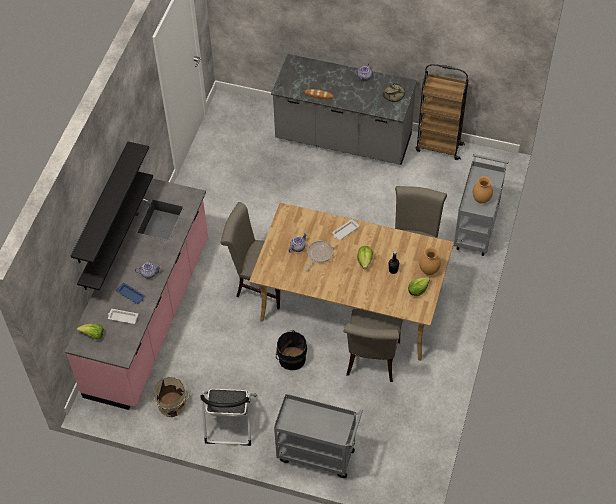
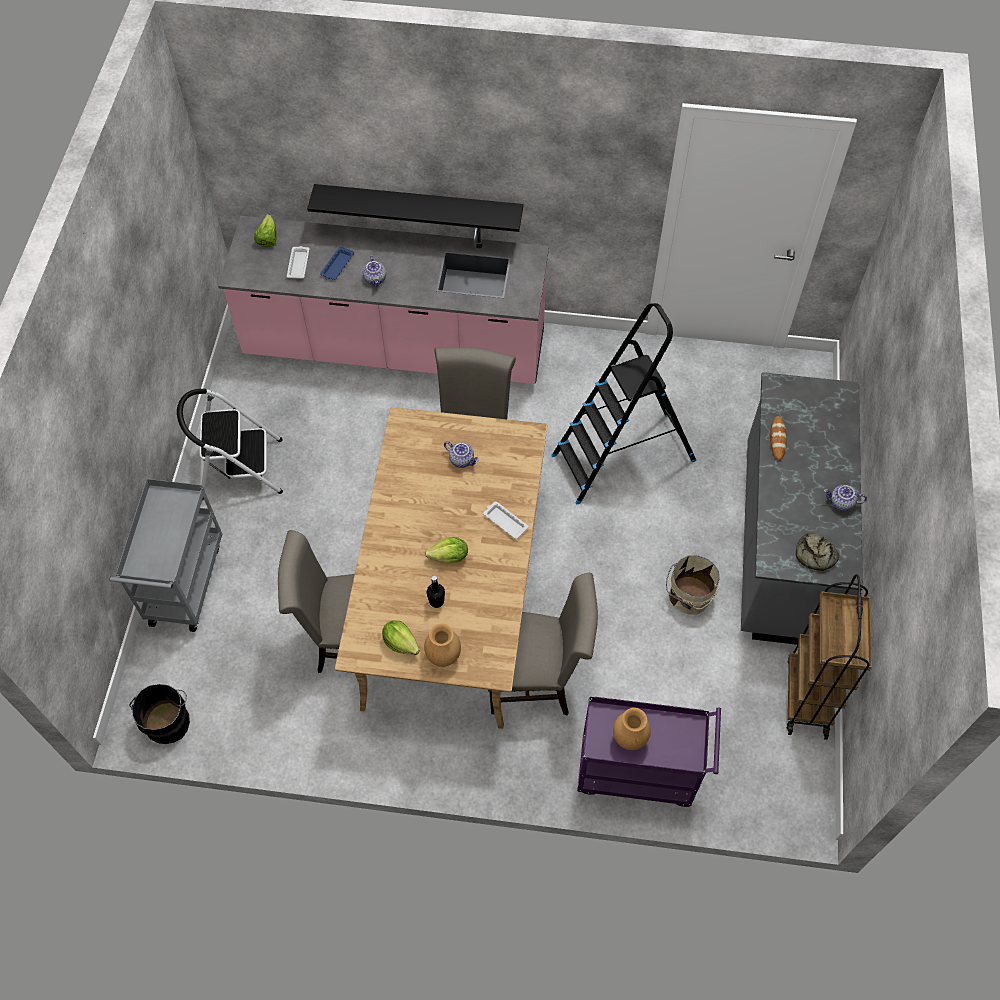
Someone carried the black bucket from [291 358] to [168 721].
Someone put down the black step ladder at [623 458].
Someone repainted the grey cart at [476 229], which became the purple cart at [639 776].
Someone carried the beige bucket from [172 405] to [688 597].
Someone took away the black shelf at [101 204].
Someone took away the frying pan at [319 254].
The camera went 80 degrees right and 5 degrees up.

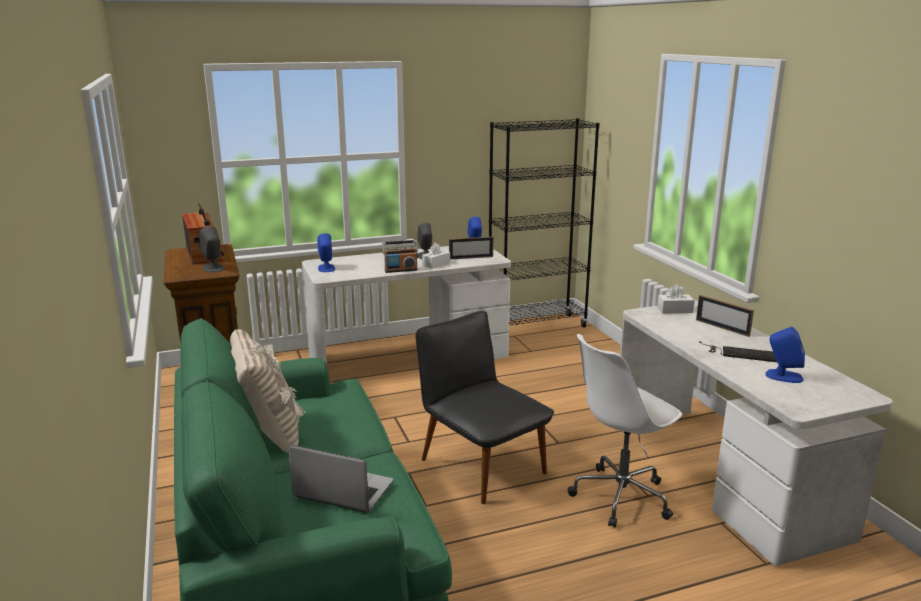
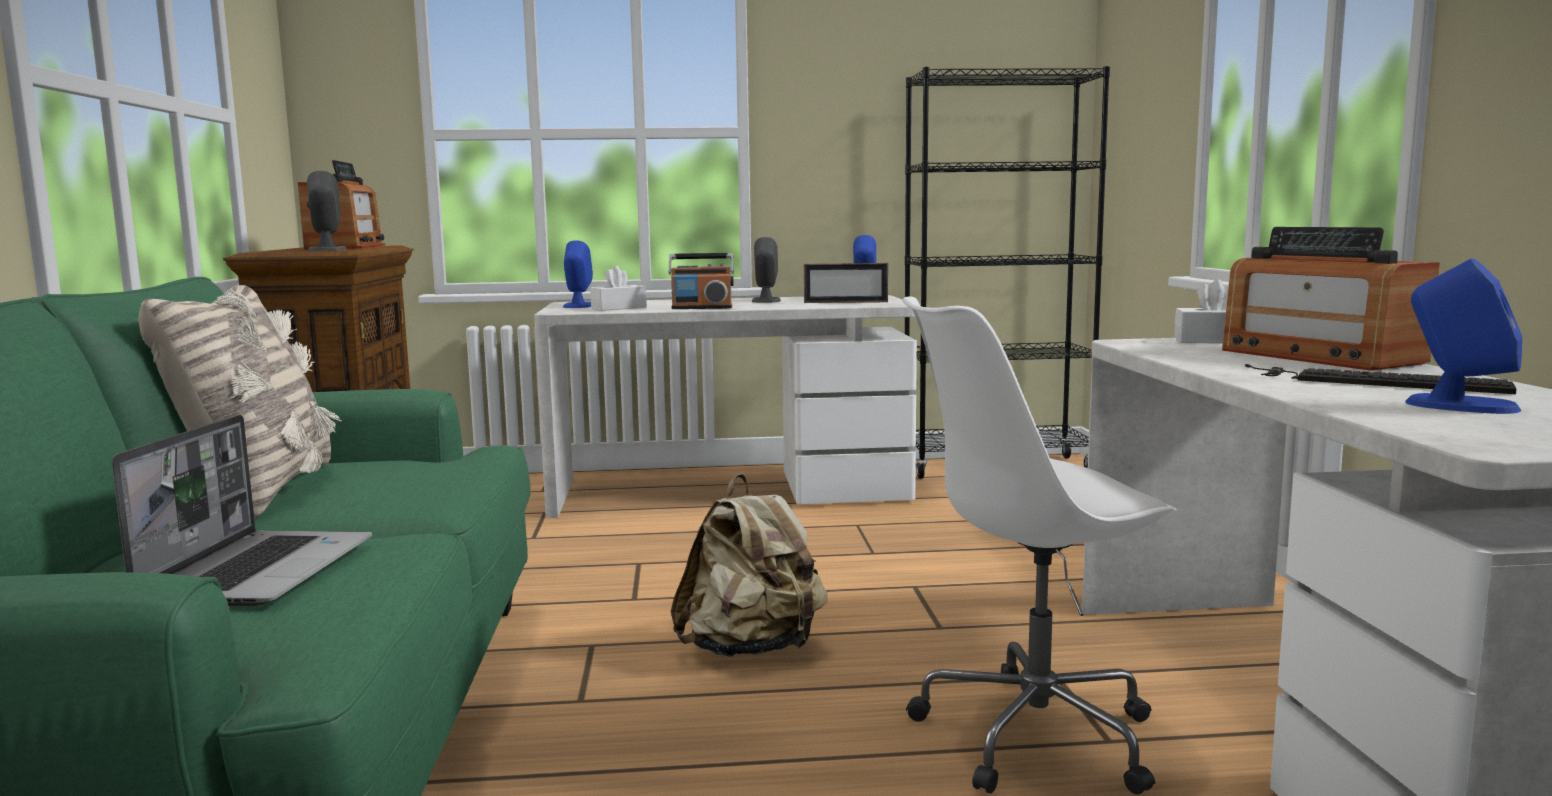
Someone rotated the laptop at [342 490] by 60 degrees clockwise.
Someone carried the white tissue box from [436 264] to [619 308].
Someone swapped the black chair at [483 466] for the beige backpack at [751 649].
Someone swapped the picture frame at [722 328] for the radio at [1319 356].
The camera went 15 degrees right and 10 degrees down.

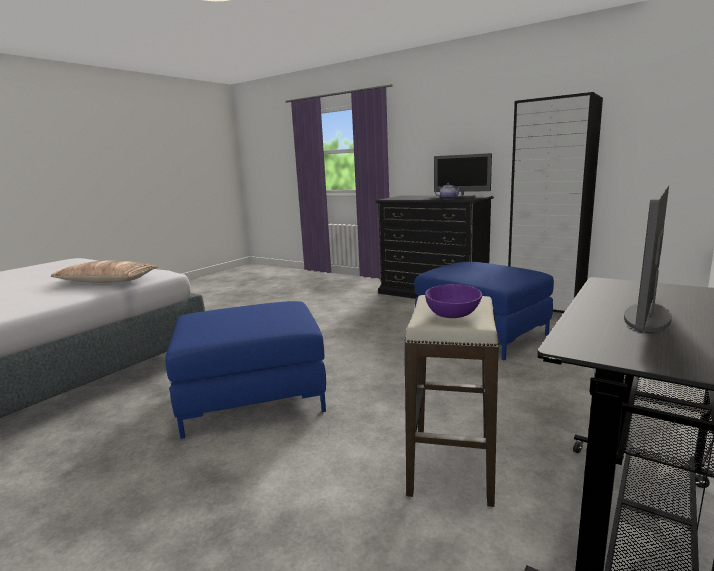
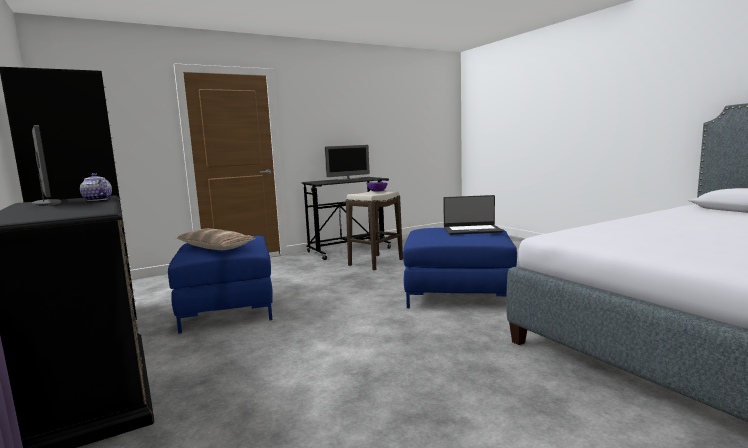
Someone carried the pillow from [106 281] to [215 247].
Someone put down the laptop at [472 230].
The camera went 155 degrees left and 5 degrees down.

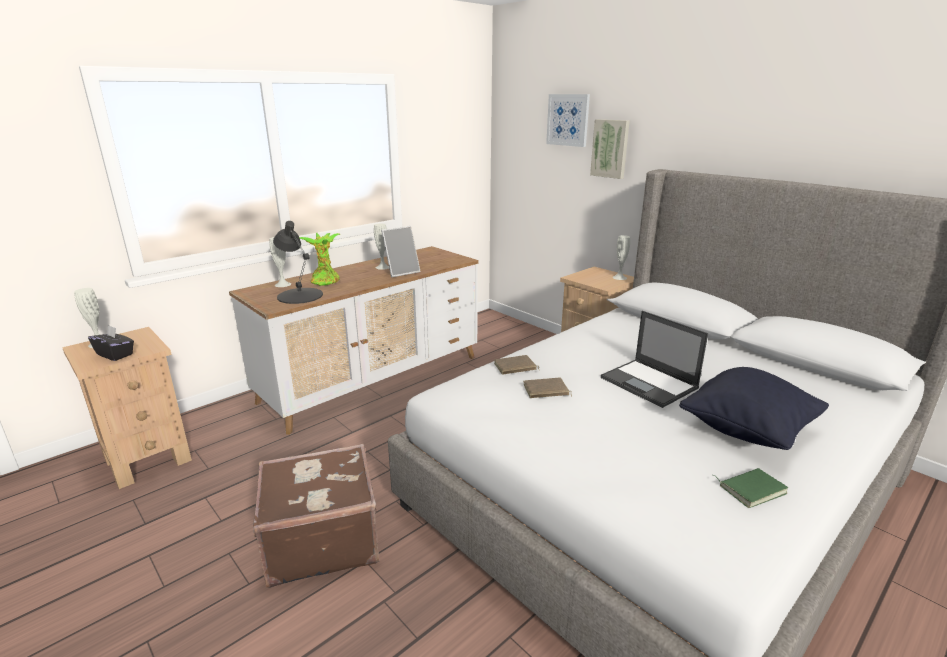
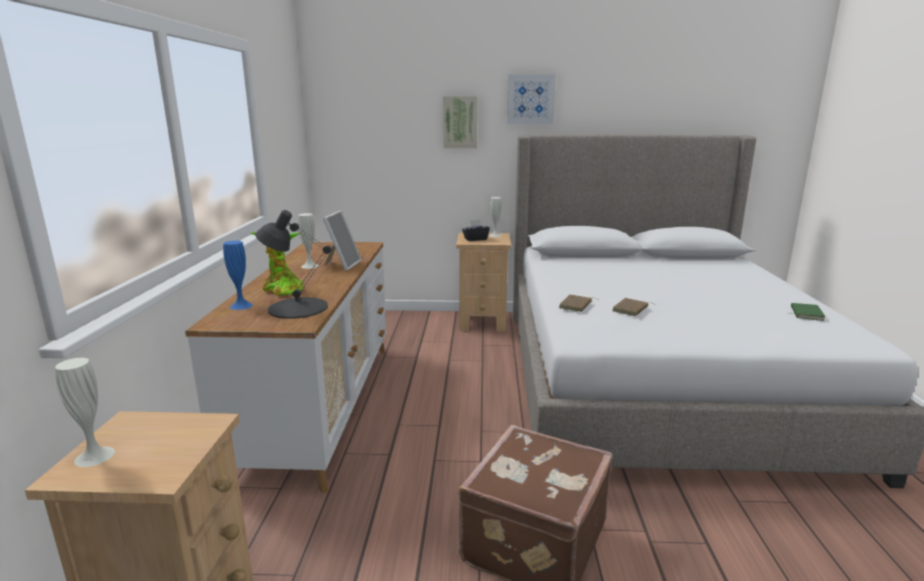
Someone repainted the white vase at [282 284], which became the blue vase at [241 306].
Someone carried the black tissue box from [115 354] to [475 239].
Someone carried the picture from [568 120] to [530 99].
Someone took away the laptop at [650 383].
Someone took away the black pillow at [747 431].
The camera went 45 degrees left and 5 degrees down.

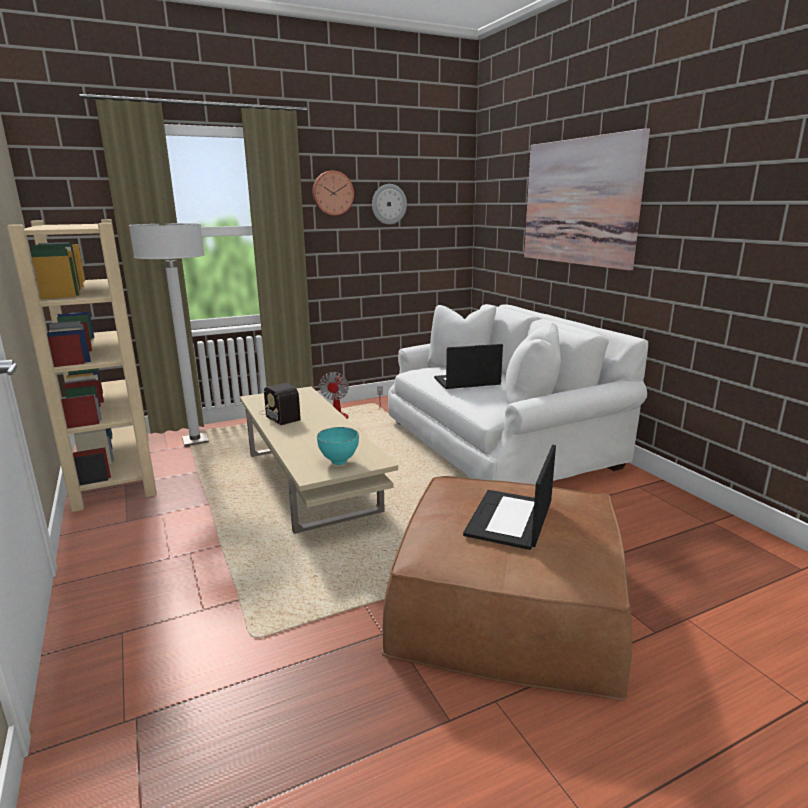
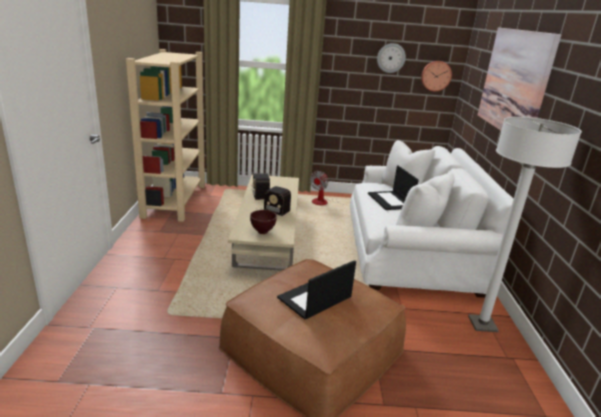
Someone repainted the turquoise bowl at [338 462], which became the brown bowl at [262 232].
Someone put down the radio at [271 208].
Someone rotated the laptop at [466 381] by 120 degrees counterclockwise.
Someone carried the wall clock from [332 193] to [435 76].
Someone carried the white floor lamp from [195 441] to [482 324].
The camera went 25 degrees right and 5 degrees up.

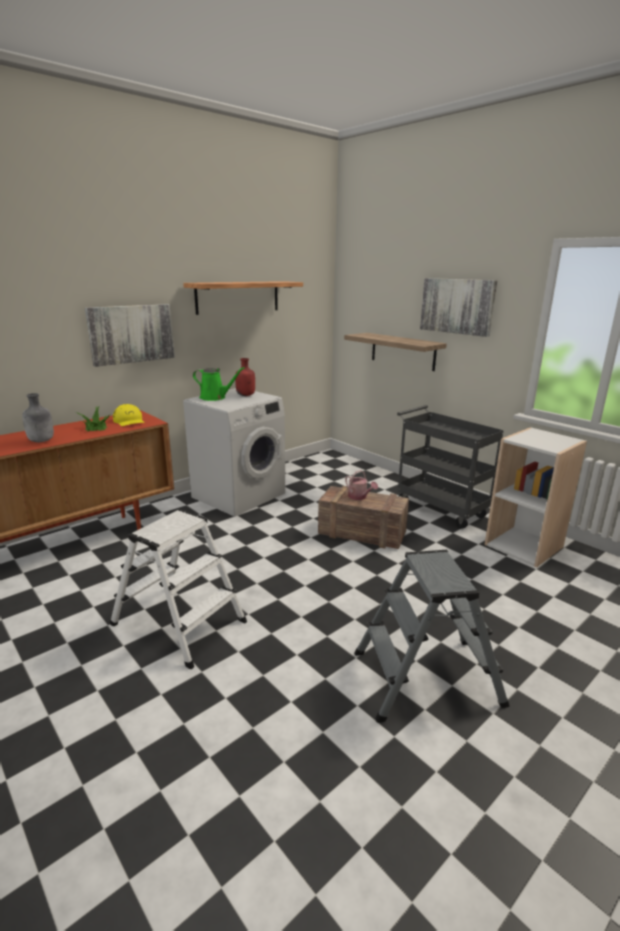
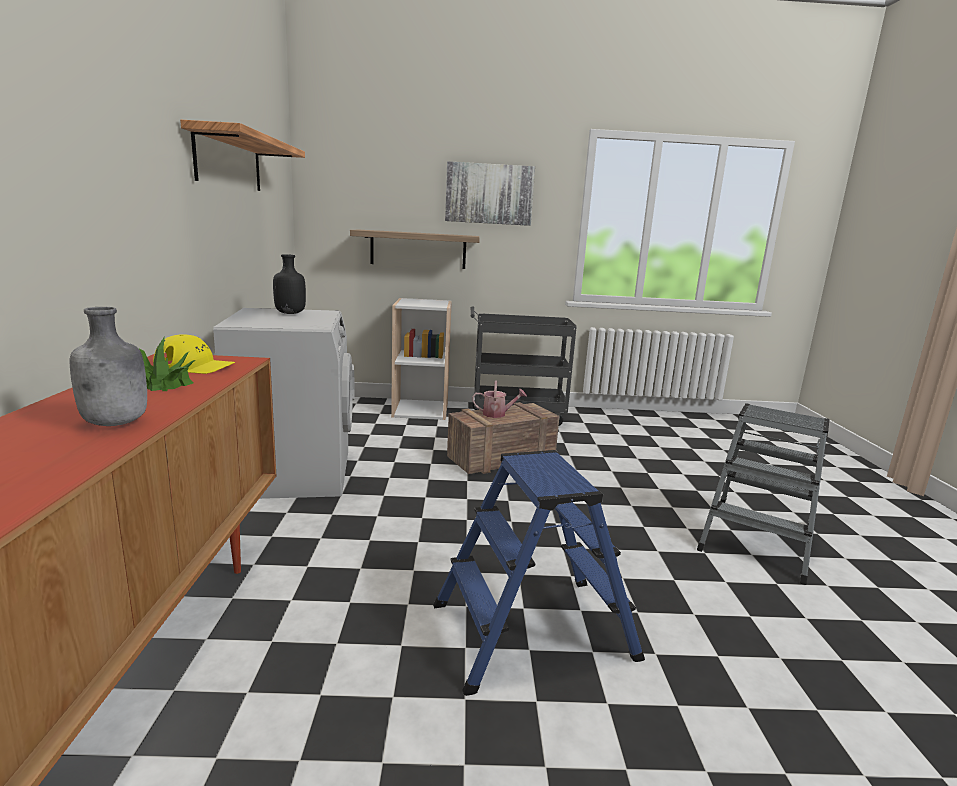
Someone repainted the red bottle at [246 395], which became the black bottle at [290 313].
Someone carried the bookcase from [524 546] to [421 410].
Someone repainted the white step ladder at [178 622], which became the blue step ladder at [533 631].
Someone took away the picture at [131 334].
Someone took away the green watering can at [215 397].
The camera went 50 degrees left and 5 degrees down.

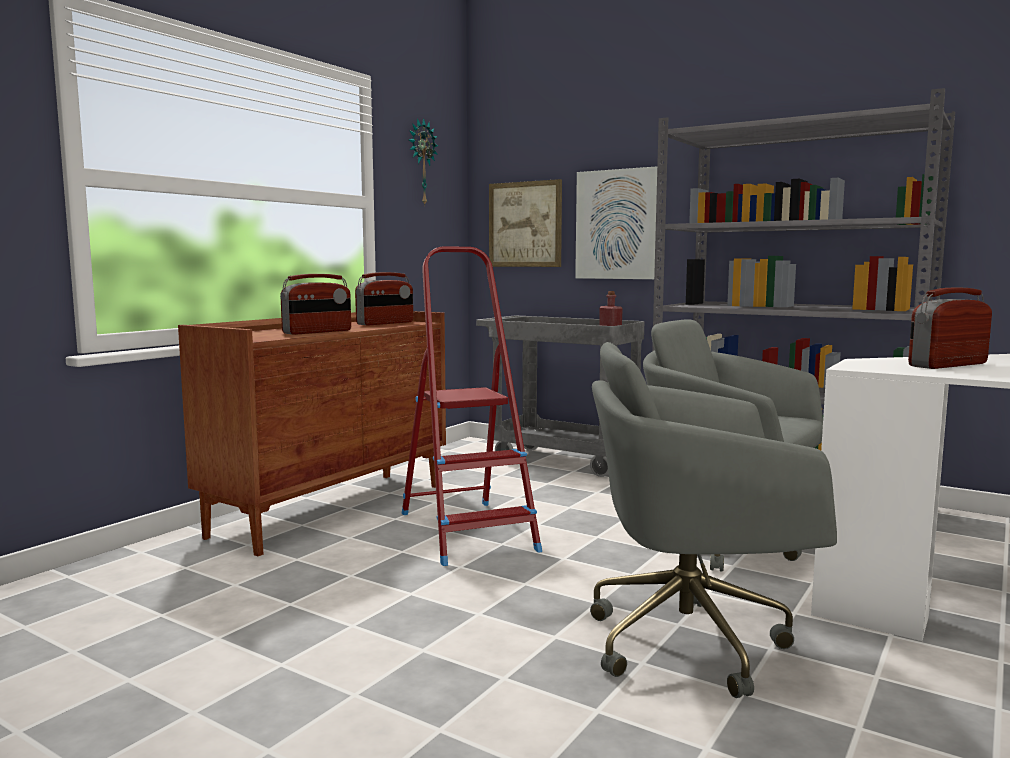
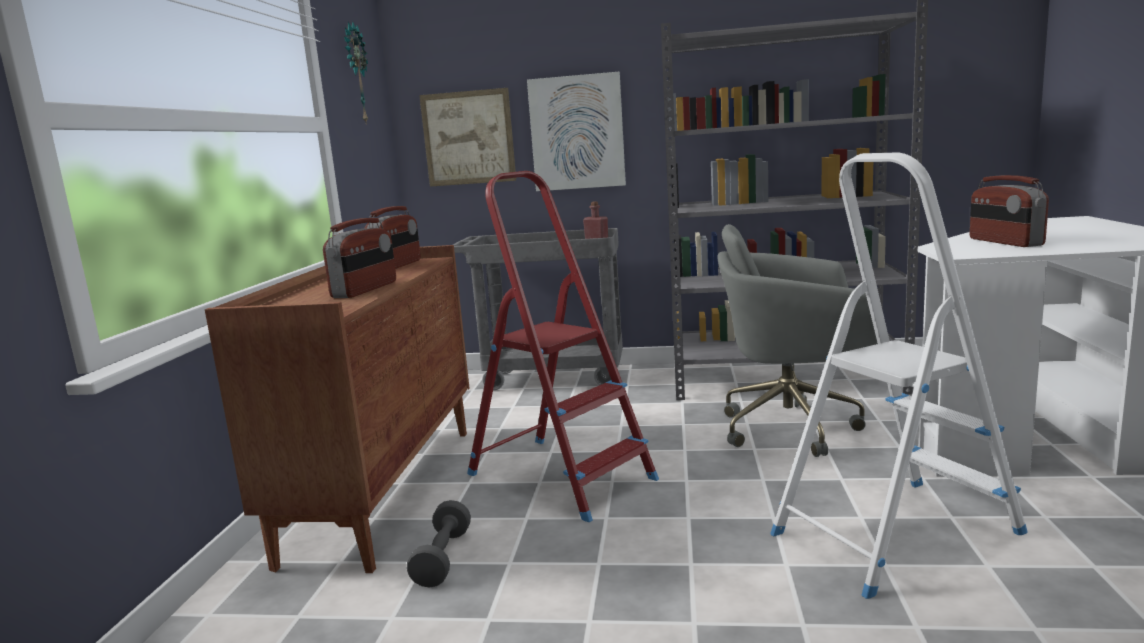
Someone put down the grey dumbbell at [442 558].
Someone swapped the grey office chair at [695 644] for the white step ladder at [898 532].
Someone rotated the radio at [947 365] by 45 degrees counterclockwise.
The camera went 25 degrees left and 5 degrees up.

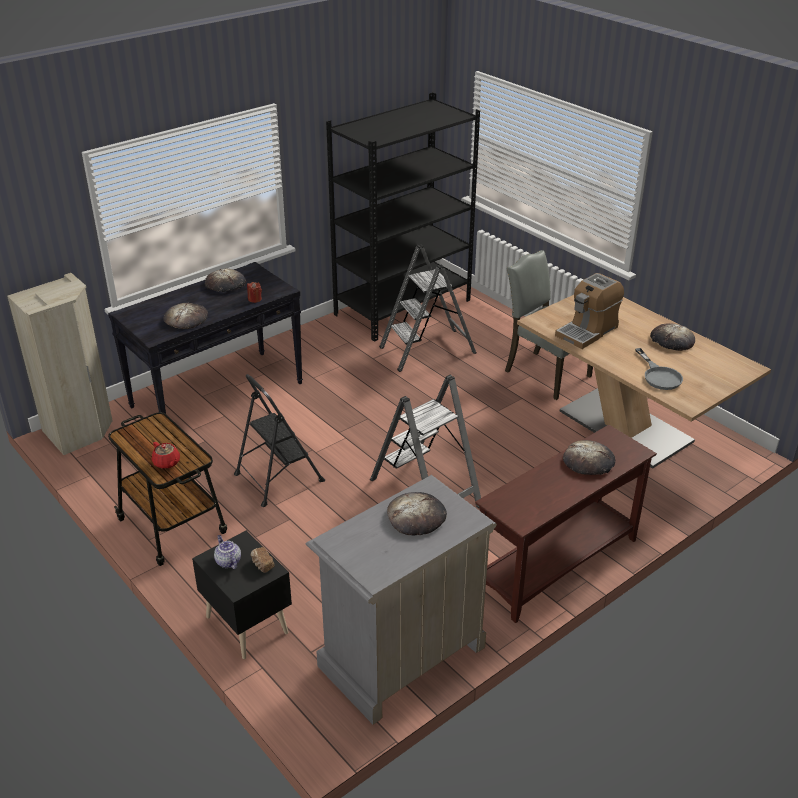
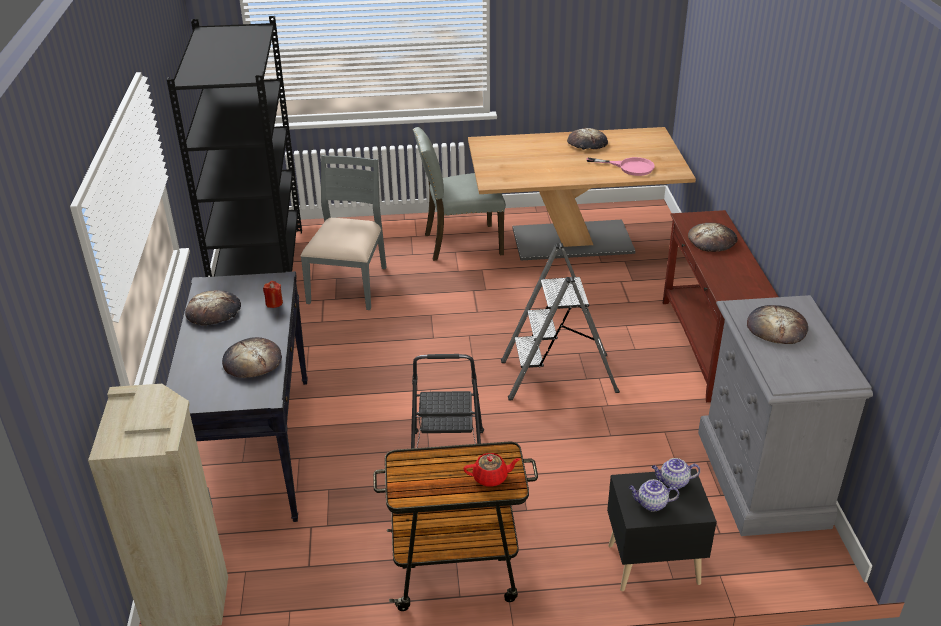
Someone swapped the grey step ladder at [429 349] for the grey chair at [349 284].
Someone repainted the grey frying pan at [659 376], which became the pink frying pan at [629 167].
Someone swapped the bread at [262 565] for the teapot at [673 482].
Someone took away the coffee machine at [587 331].
The camera went 55 degrees left and 0 degrees up.

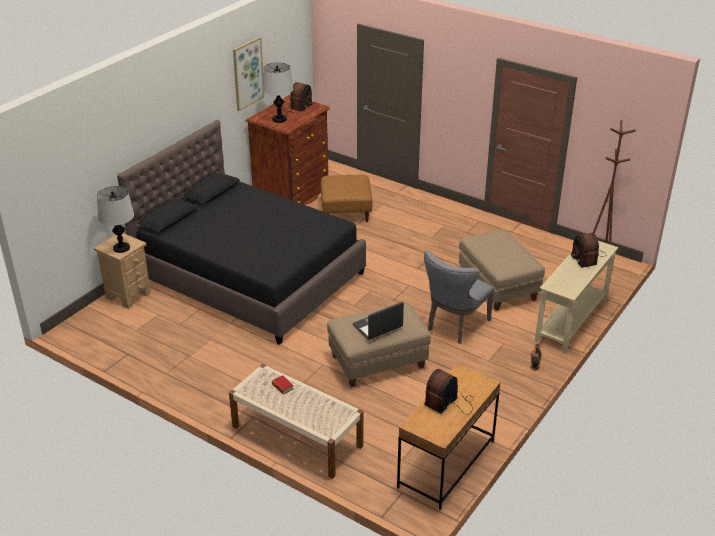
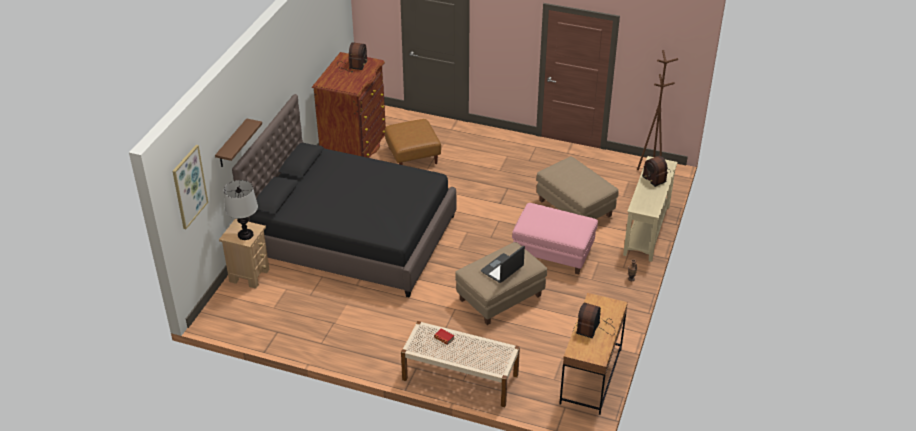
Someone carried the picture from [247 73] to [189 186].
Someone put up the brown shelf at [232 144].
Someone swapped the grey chair at [455 326] for the pink ottoman at [552 253].
Someone took away the table lamp at [279 119].
The camera went 15 degrees left and 5 degrees up.

